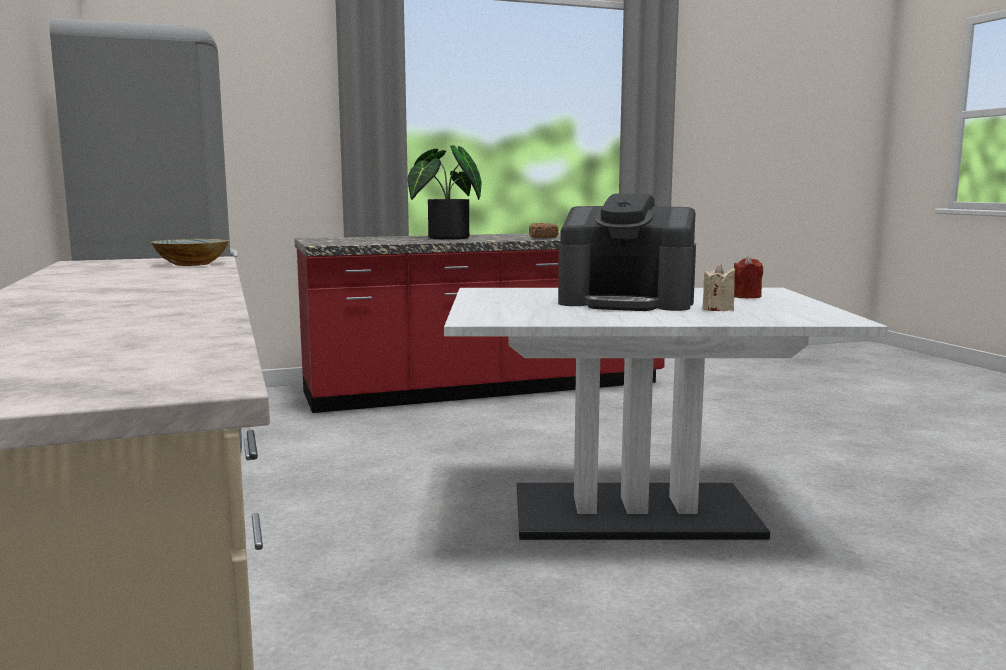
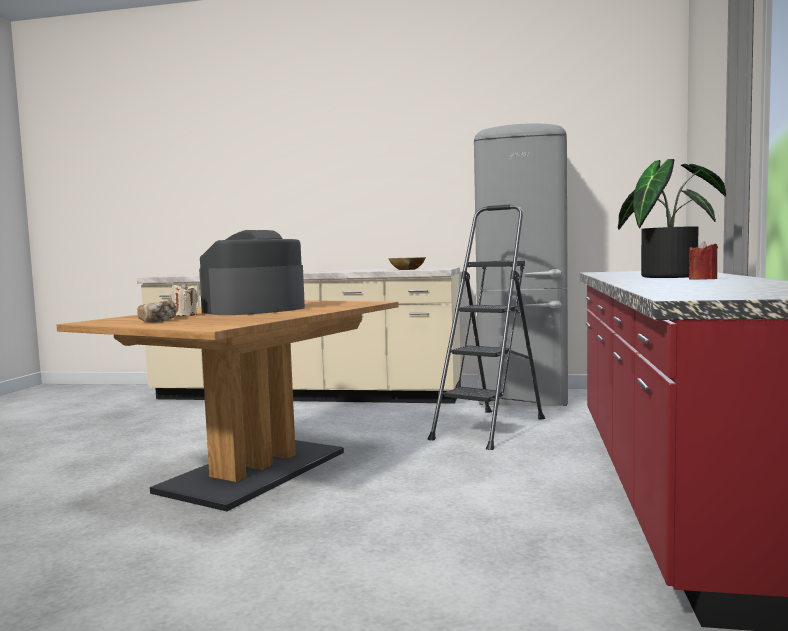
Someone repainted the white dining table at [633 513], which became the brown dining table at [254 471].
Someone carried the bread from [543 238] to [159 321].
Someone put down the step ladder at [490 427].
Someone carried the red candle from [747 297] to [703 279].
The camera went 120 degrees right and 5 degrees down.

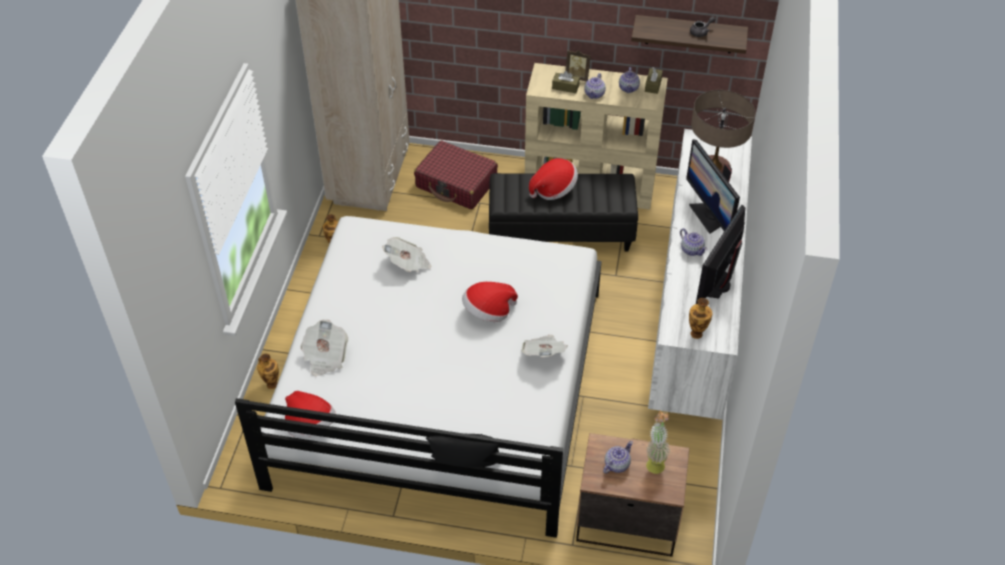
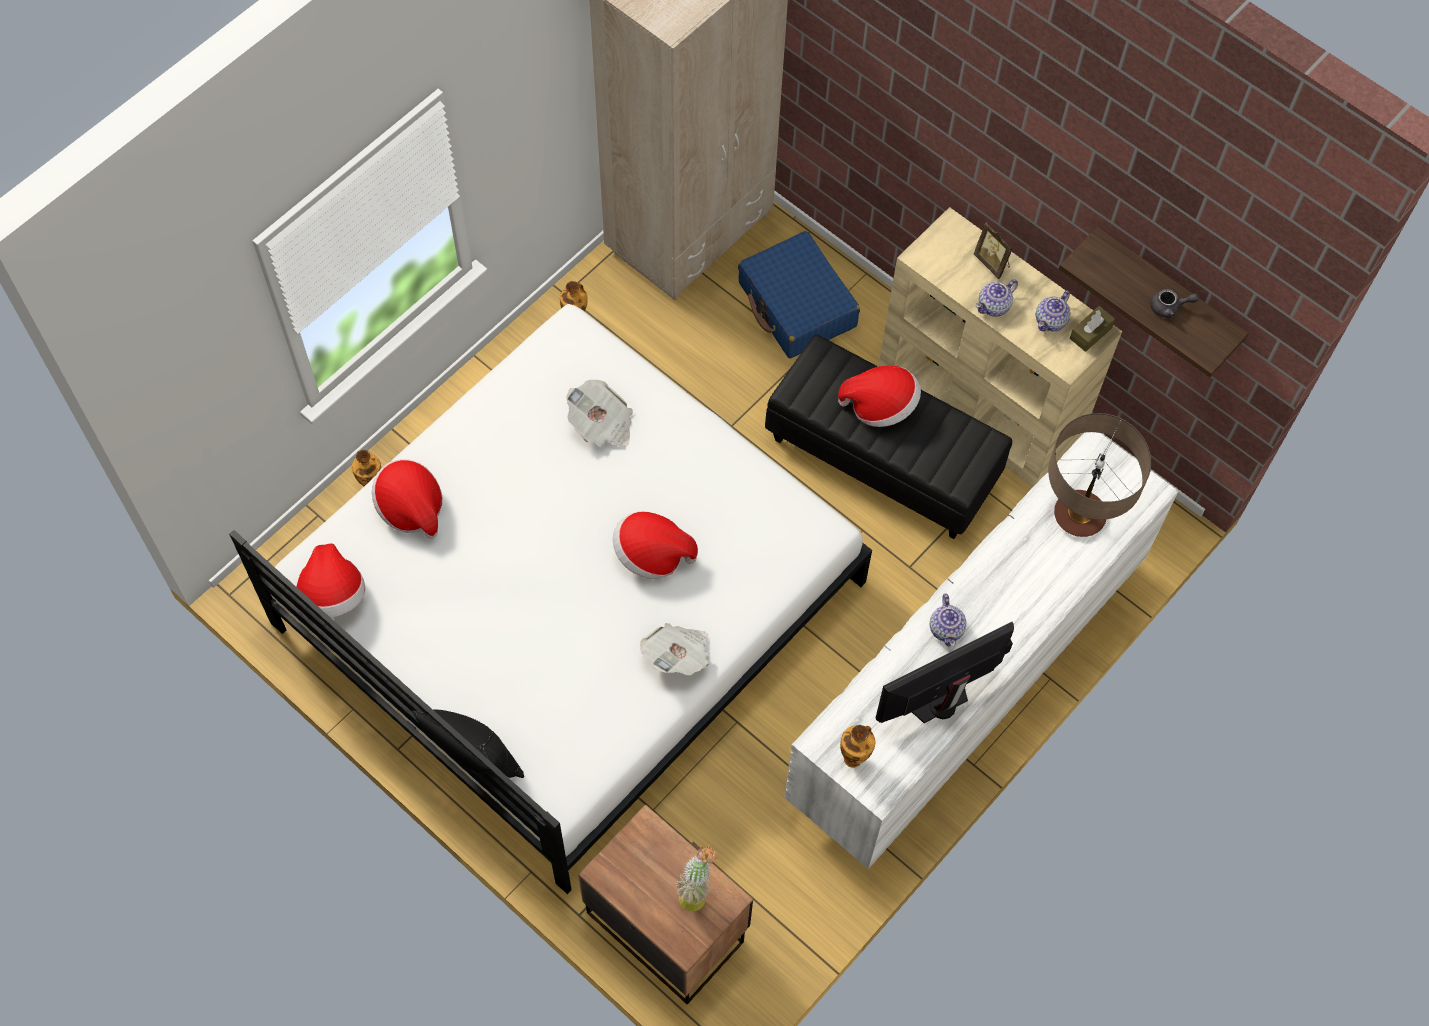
Someone swapped the newspaper at [325 357] for the hat at [411 507].
Someone repainted the red suitcase at [456 184], which became the blue suitcase at [797 305].
Someone took away the brown tissue box at [565 87].
Someone took away the teapot at [616 465].
Someone took away the monitor at [709 216].
The camera went 30 degrees right and 15 degrees up.

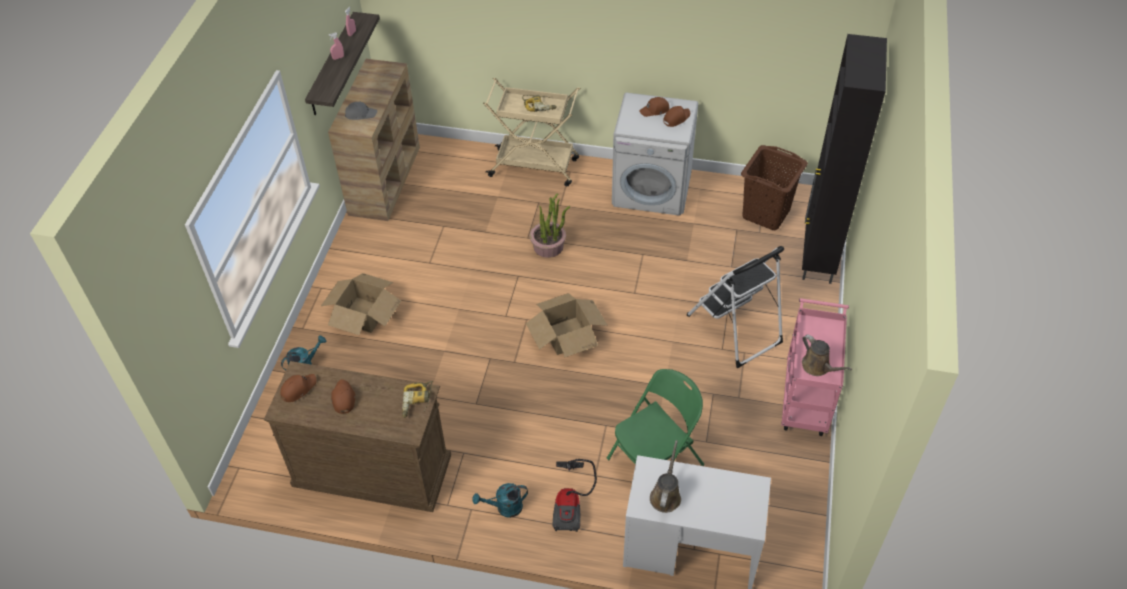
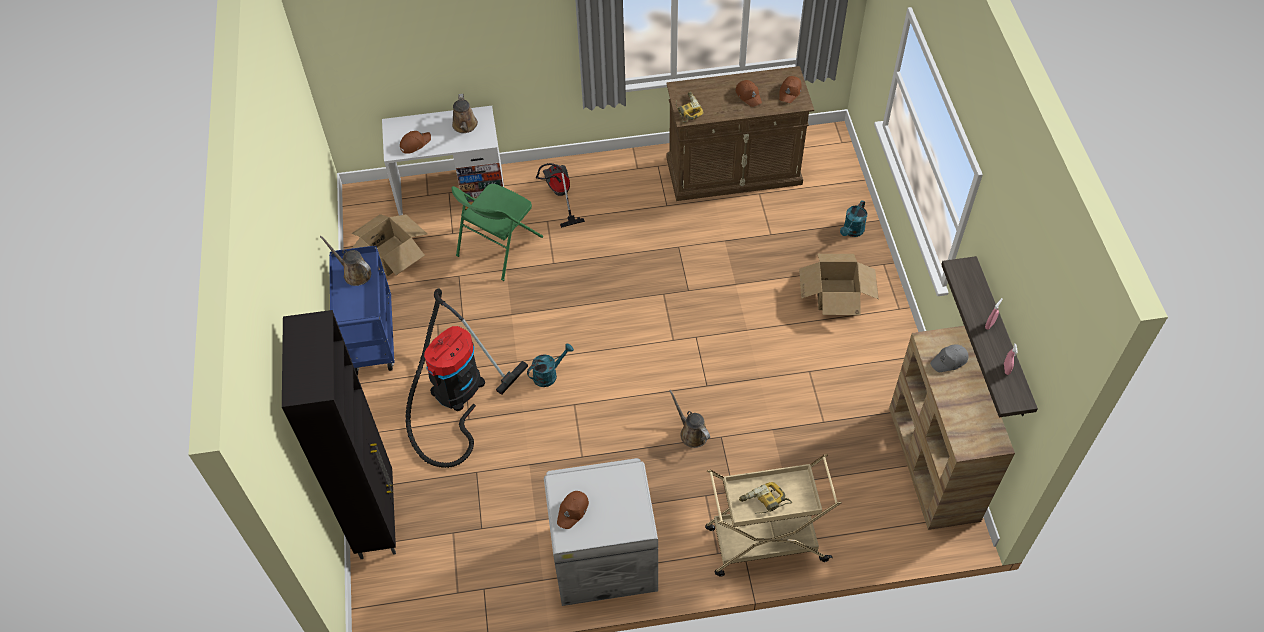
Someone repainted the pink cart at [805 399], which became the blue cart at [373 341].
Someone carried the cardboard box from [567 335] to [390 255].
Someone carried the brown cap from [655 110] to [415 143].
Someone swapped the step ladder at [735 330] for the vacuum cleaner at [455 393].
Someone carried the turquoise watering can from [504 508] to [549 374].
Someone swapped the potted plant at [548 246] for the brown watering can at [691 433].
Someone took away the brown laundry basket at [766 213].
The camera went 160 degrees right and 5 degrees up.

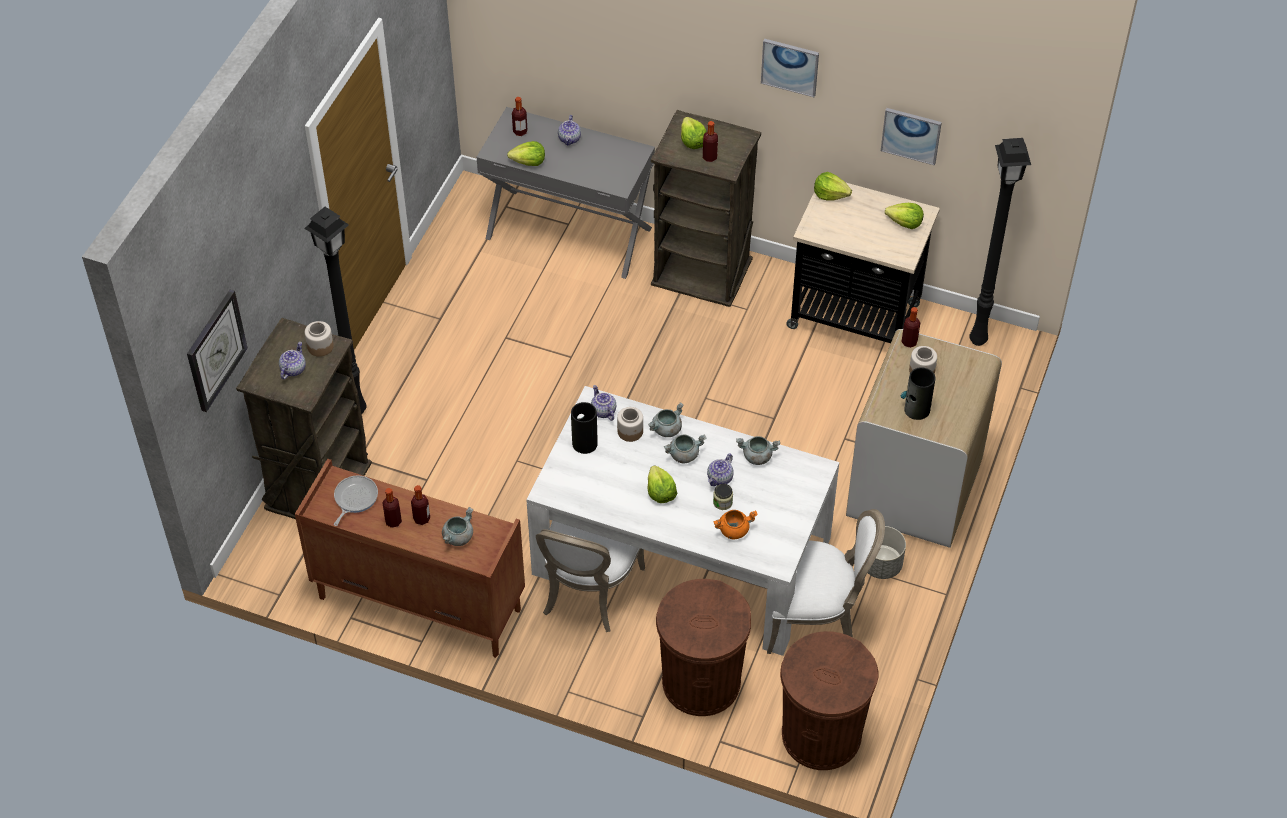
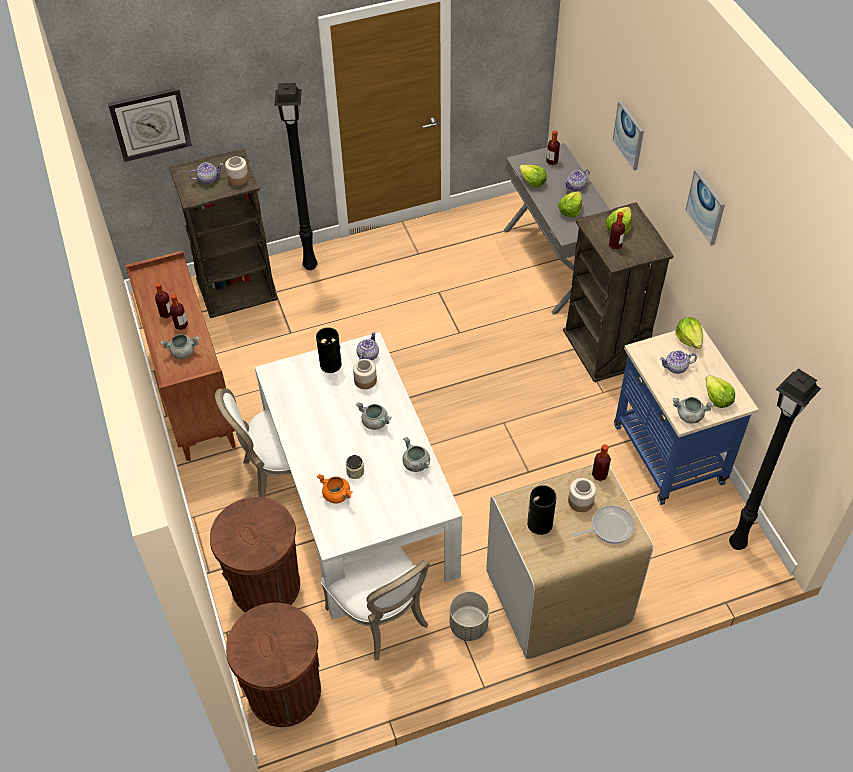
Someone carried the lettuce from [660 492] to [570 210].
Someone carried the frying pan from [354 499] to [609 527].
Someone carried the picture from [911 135] to [629 135].
Someone repainted the black cart at [855 316], which became the blue cart at [669 455].
Someone carried the teapot from [720 478] to [675 367].
Someone carried the grey cooking pot from [666 430] to [689 416].
The camera went 50 degrees right and 0 degrees up.

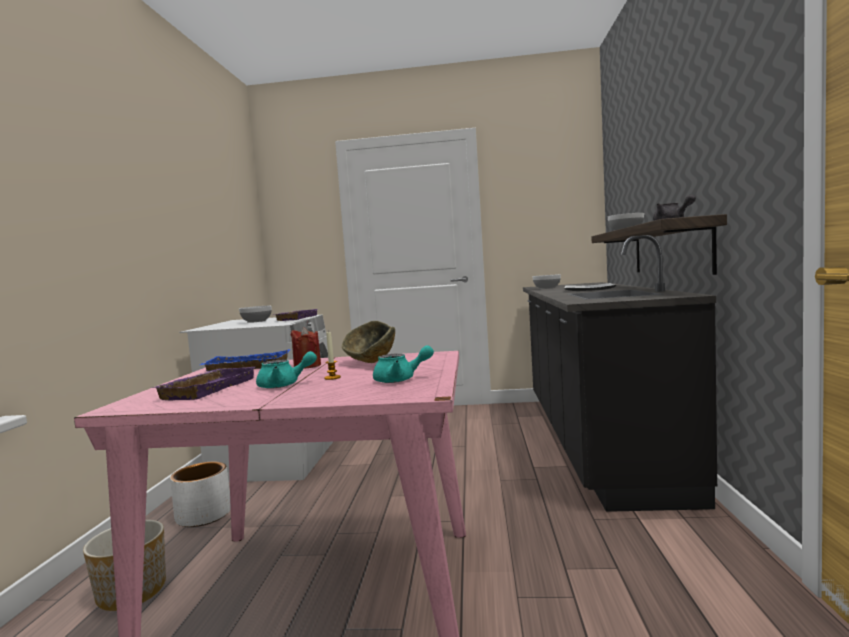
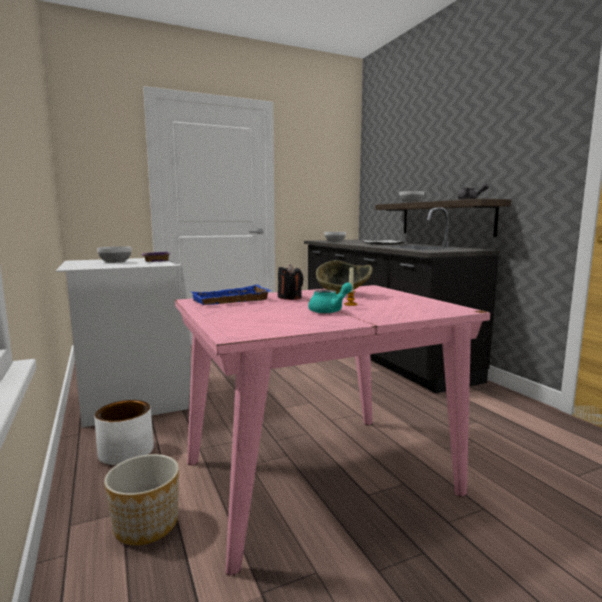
Someone repainted the red candle at [307 366], which became the black candle at [290 298].
Someone took away the purple tray at [207 389].
Someone took away the turquoise teapot at [400 380].
The camera went 30 degrees left and 5 degrees up.

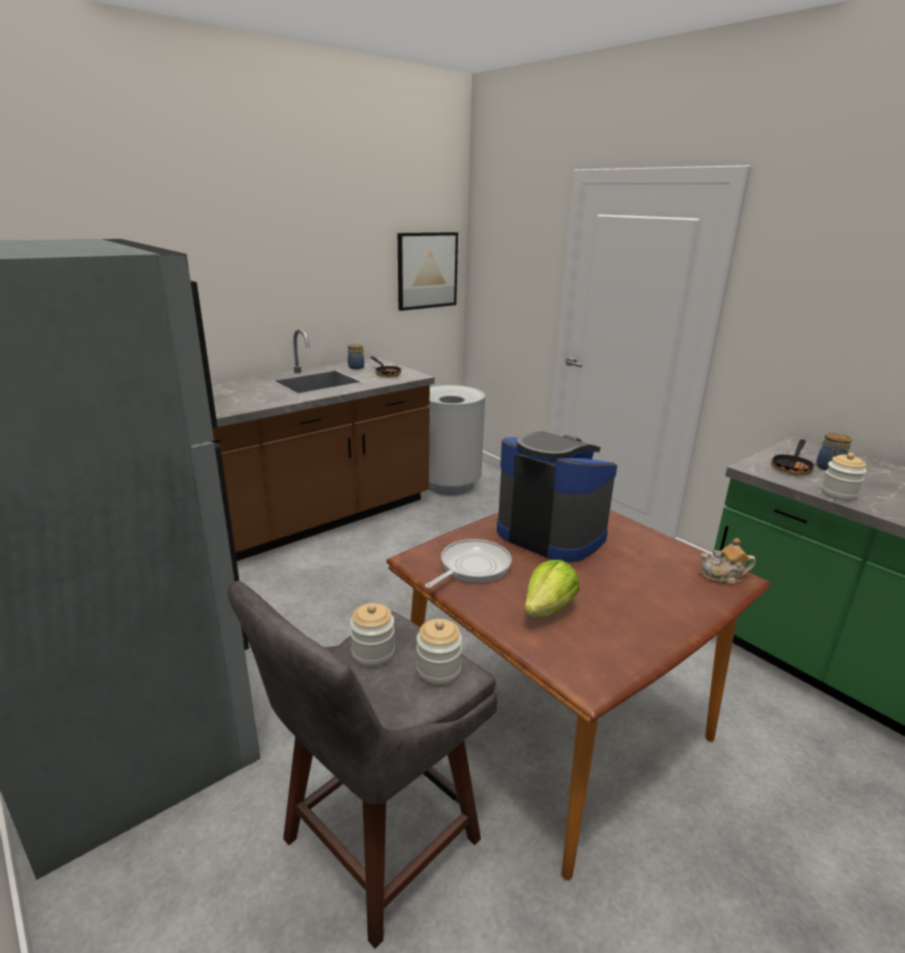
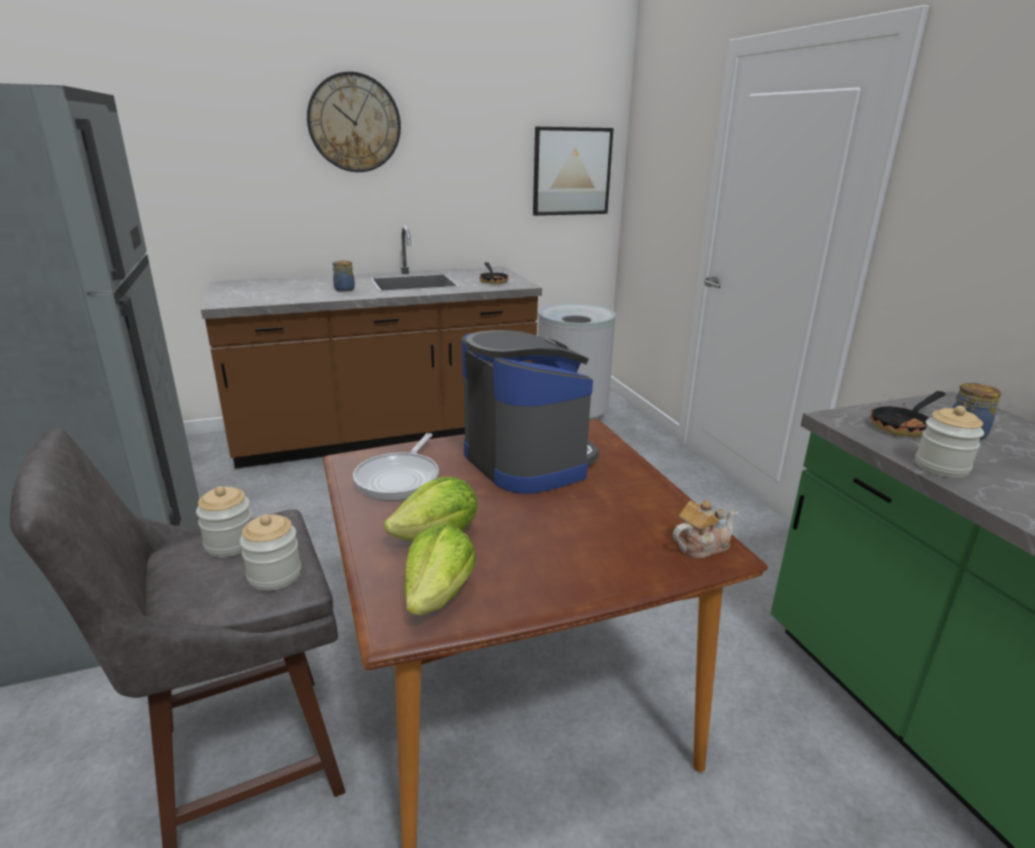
Someone put up the wall clock at [354 123].
Someone carried the jar from [356 367] to [344 290].
Someone rotated the frying pan at [472 567] by 135 degrees clockwise.
Someone put down the lettuce at [439 595].
Someone rotated the teapot at [723 577] by 135 degrees clockwise.
The camera went 20 degrees right and 0 degrees up.

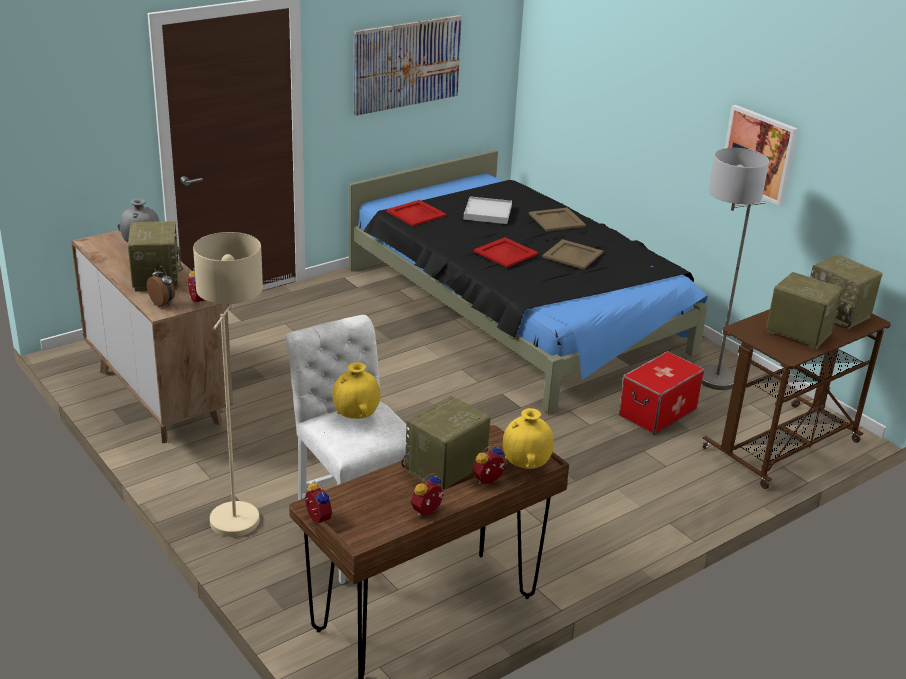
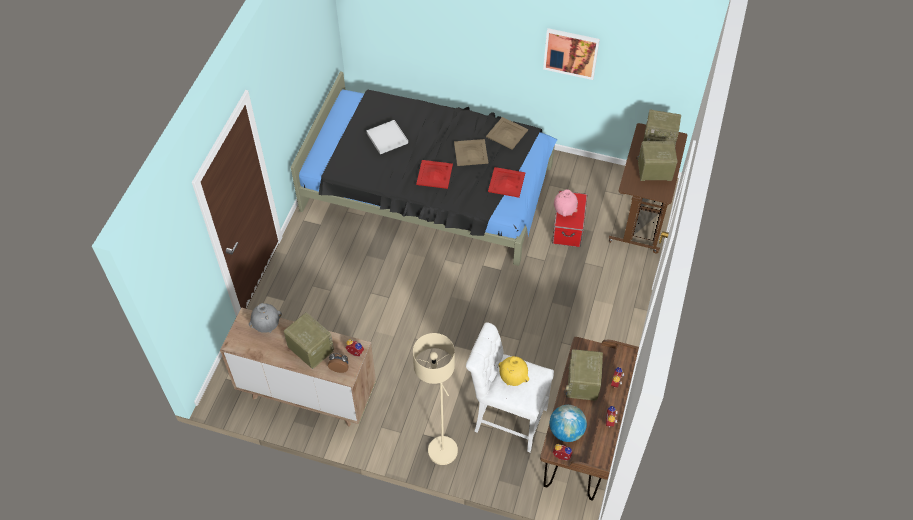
Someone carried the beige tray from [557 220] to [507 133].
Someone carried the red tray from [415 213] to [506 182].
Someone put down the globe at [566 431].
Someone put down the pink vase at [564 211].
Someone took away the picture at [406 64].
Someone took away the yellow vase at [526 466].
Someone took away the grey floor lamp at [706 381].
The camera went 35 degrees left and 25 degrees up.

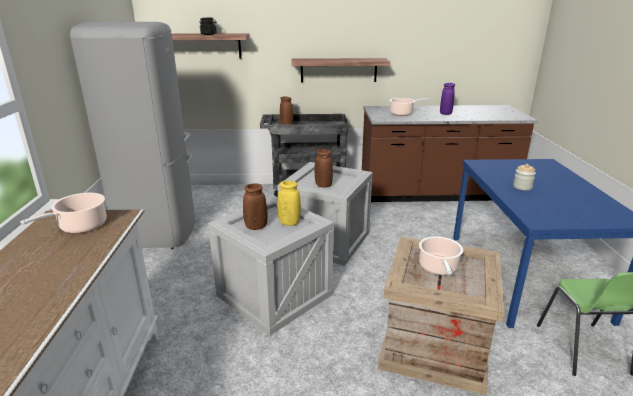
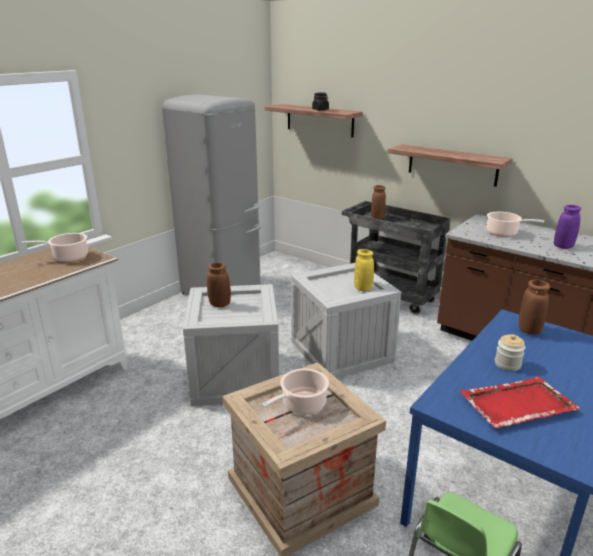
Someone carried the yellow vase from [289 223] to [363 288].
Someone put down the red tray at [516 404].
Someone carried the brown vase from [323 185] to [529 330].
The camera went 40 degrees right and 0 degrees up.

